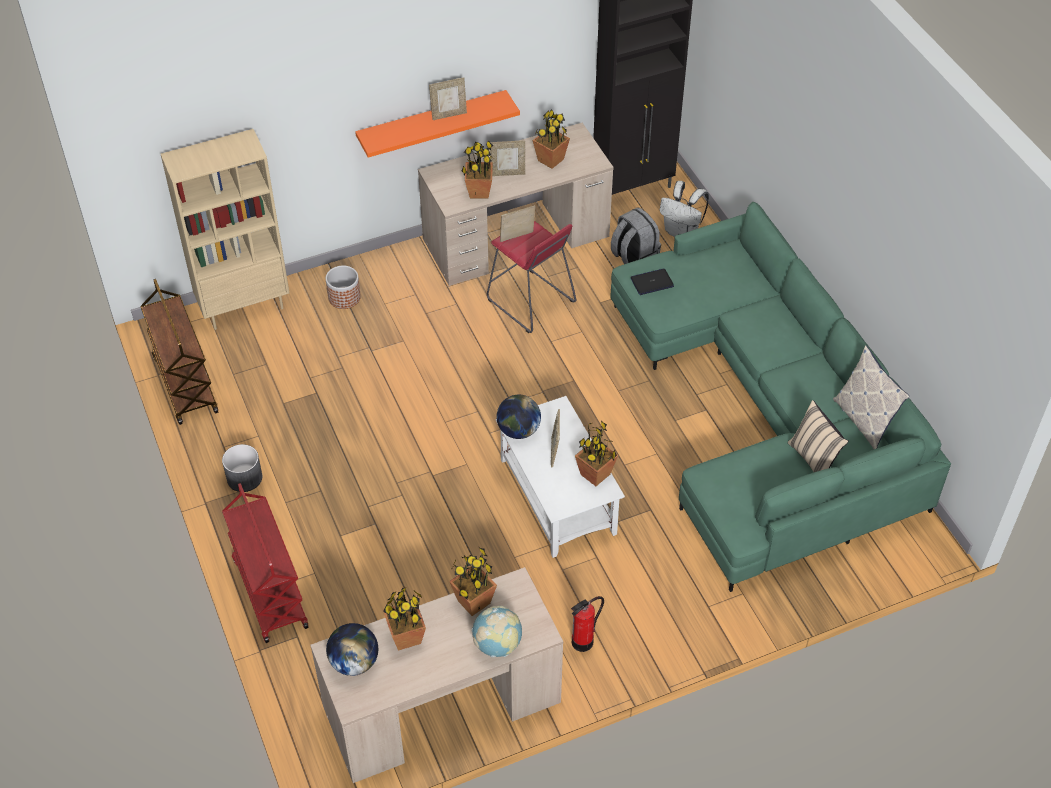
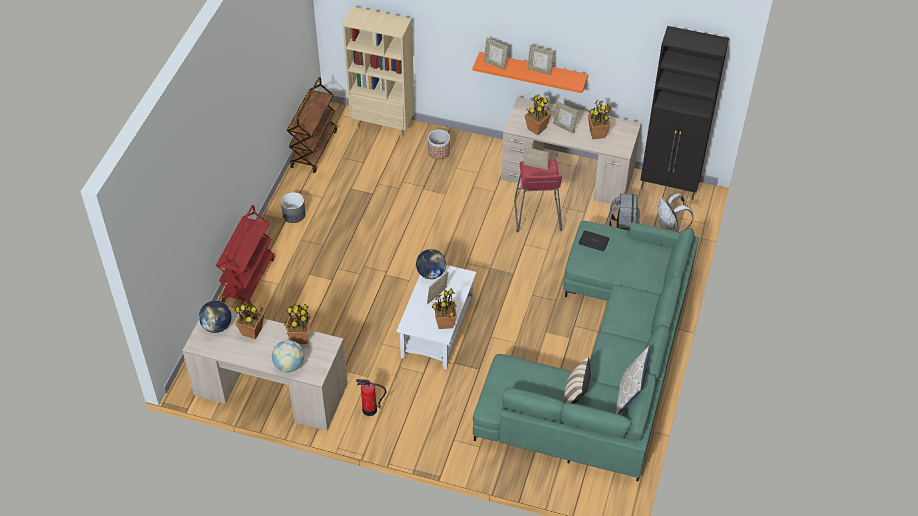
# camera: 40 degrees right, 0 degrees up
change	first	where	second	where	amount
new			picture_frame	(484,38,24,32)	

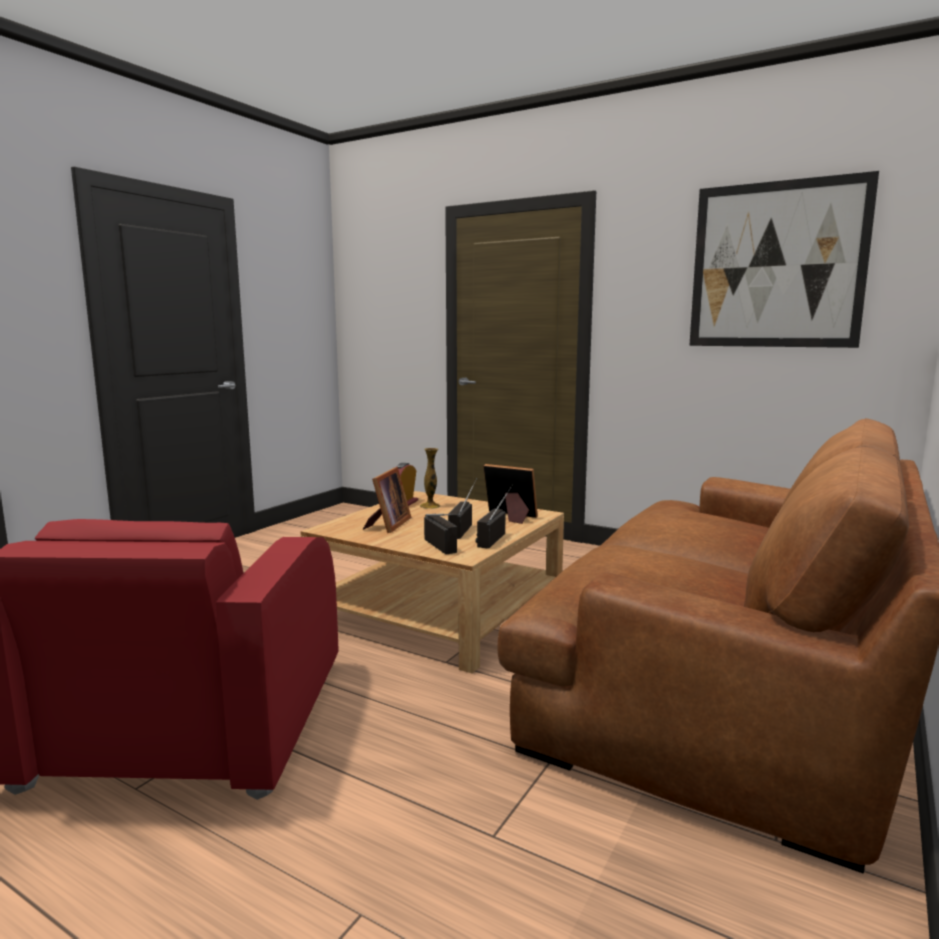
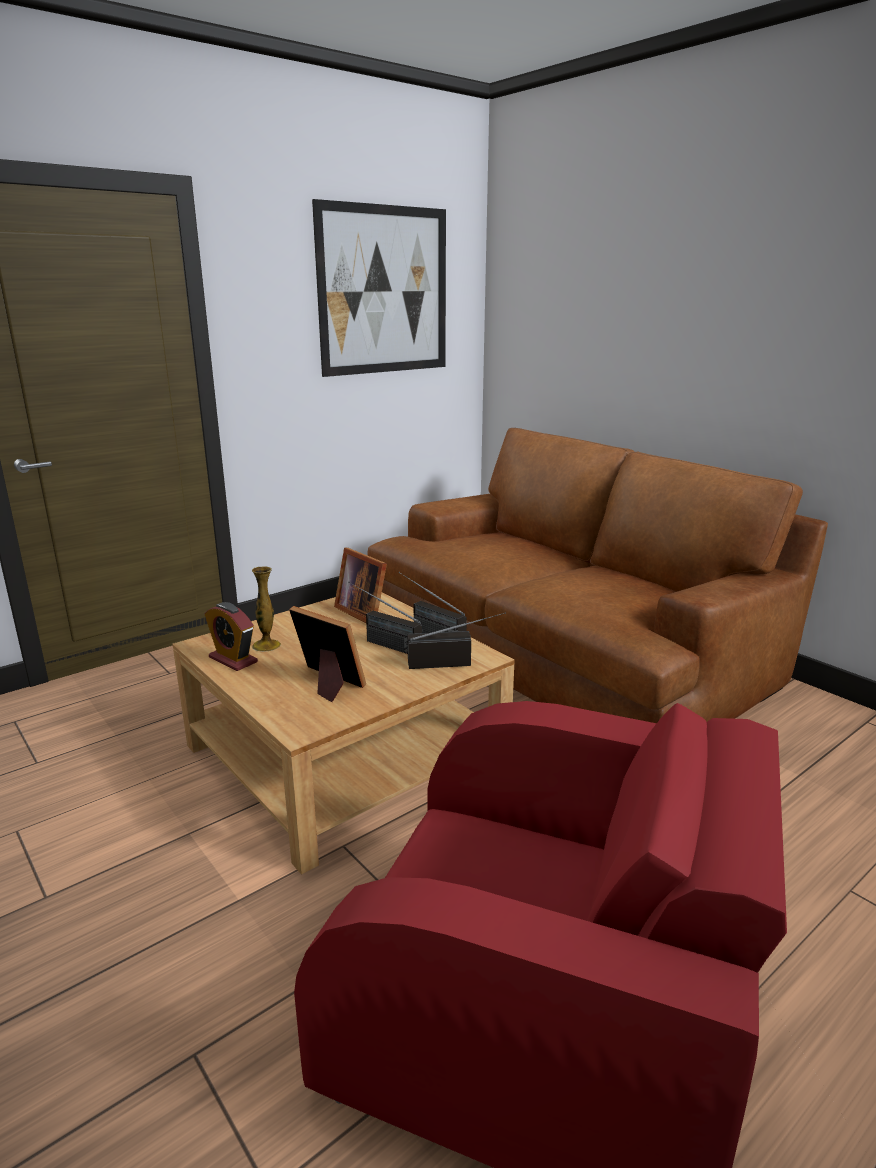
# camera: 70 degrees left, 10 degrees up
change	first	where	second	where	amount
rotated	picture_frame	(484,464,54,60)		(334,548,53,75)	90 degrees counterclockwise

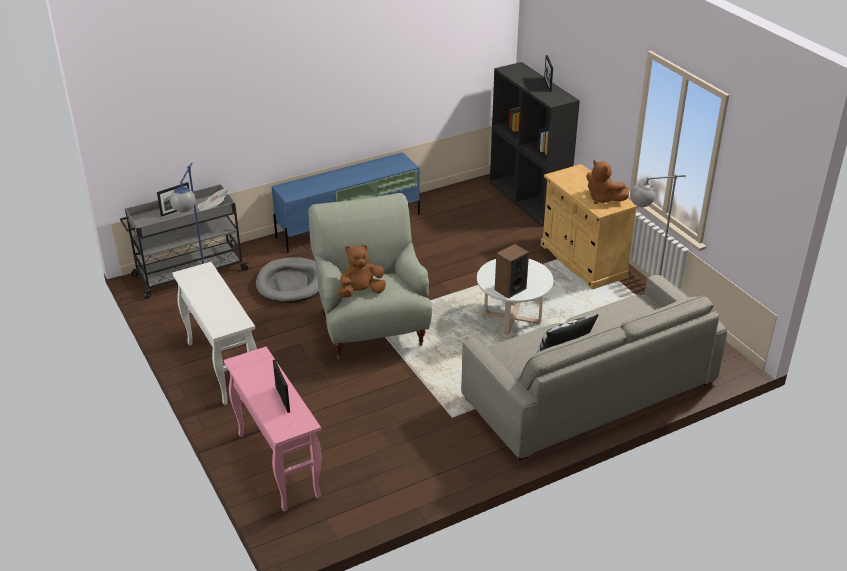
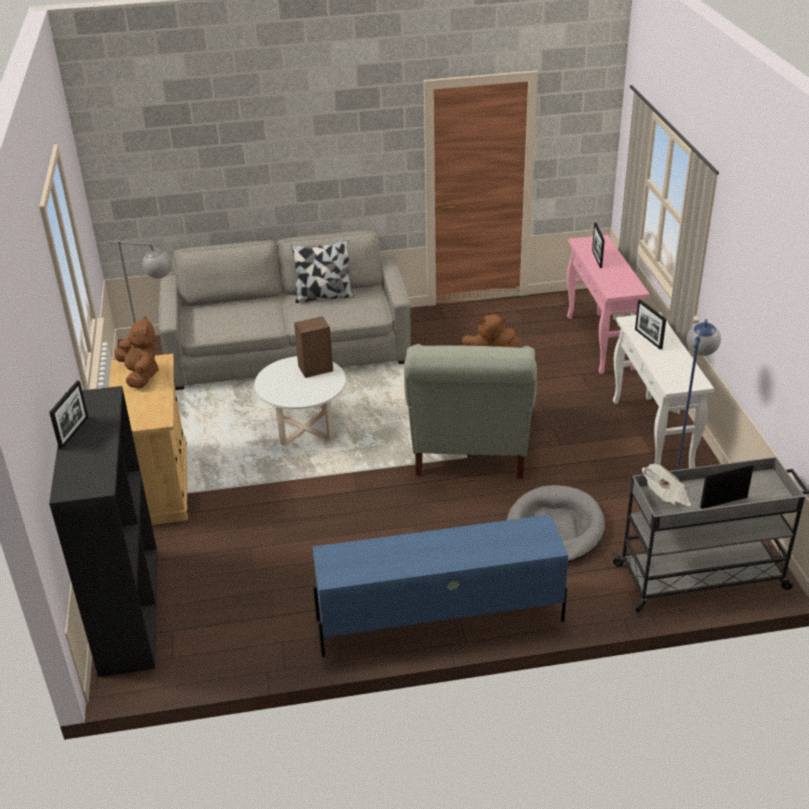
# camera: 160 degrees left, 0 degrees up
change	first	where	second	where	amount
new			picture_frame	(635,299,31,51)	

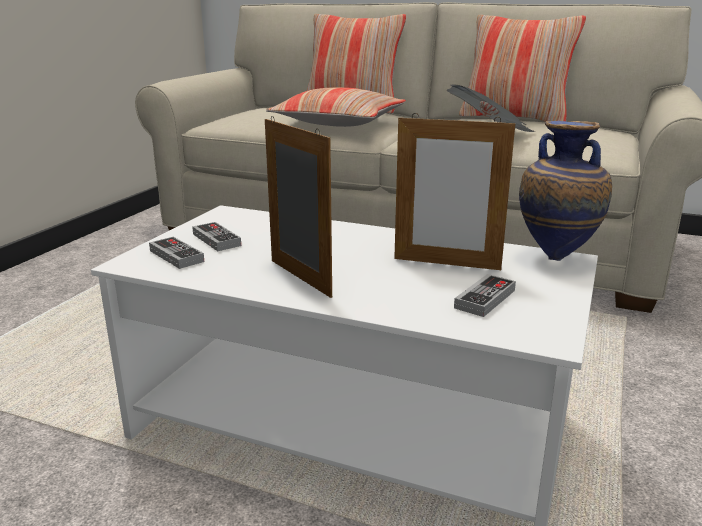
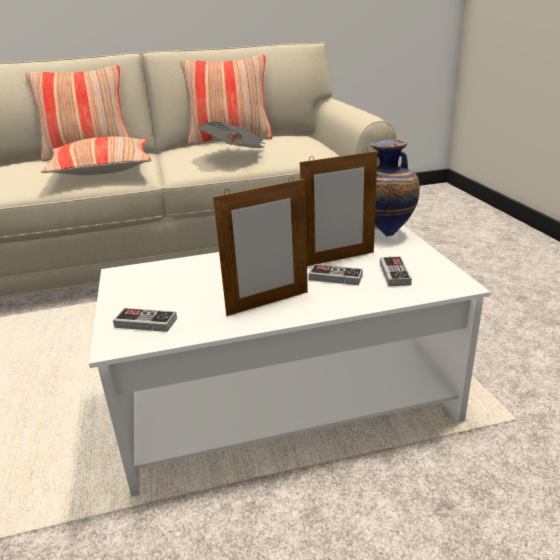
# camera: 35 degrees left, 5 degrees up
change	first	where	second	where	amount
shifted	joypad	(192,222,49,29)		(309,264,54,21)	
rotated	picture_frame	(265,116,67,182)		(213,177,95,139)	135 degrees clockwise

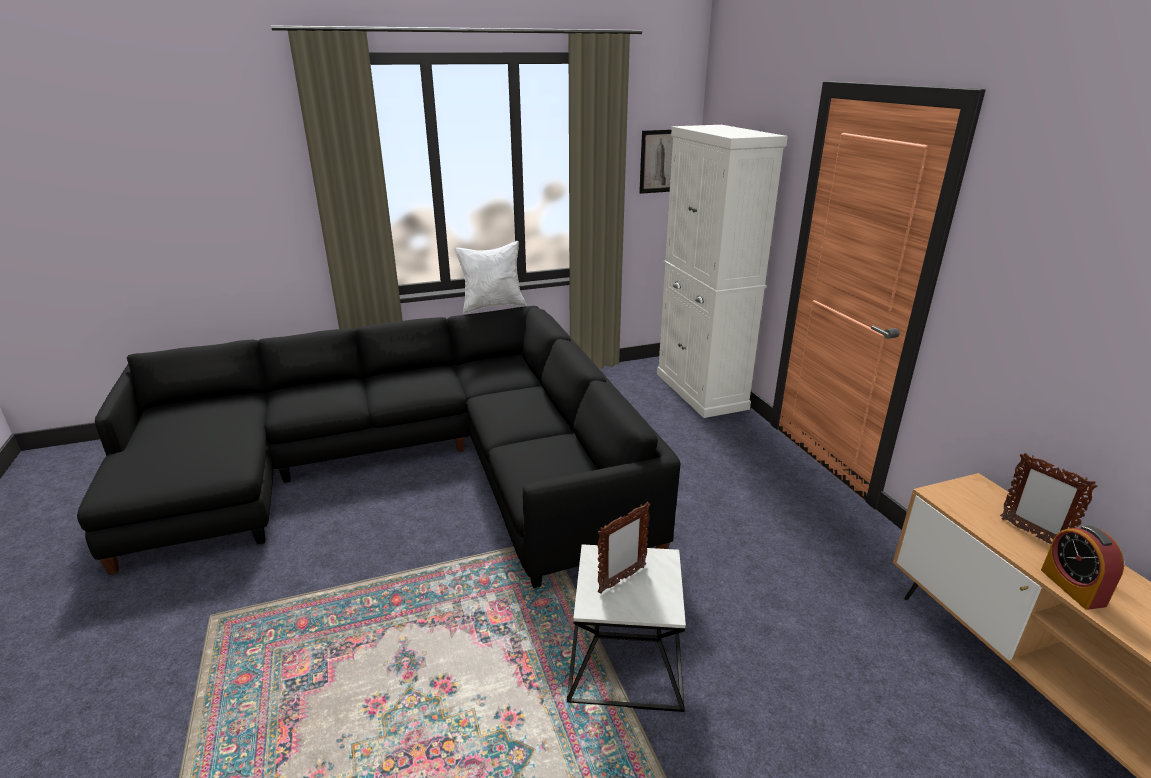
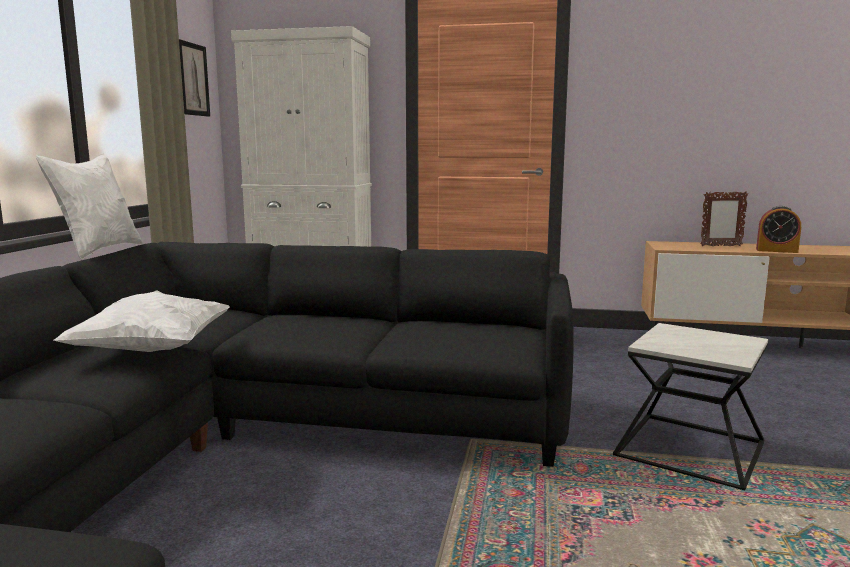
# camera: 60 degrees left, 15 degrees down
change	first	where	second	where	amount
gone	picture_frame	(597,502,53,92)			
new			whitish_throw_pillow	(54,290,175,62)	

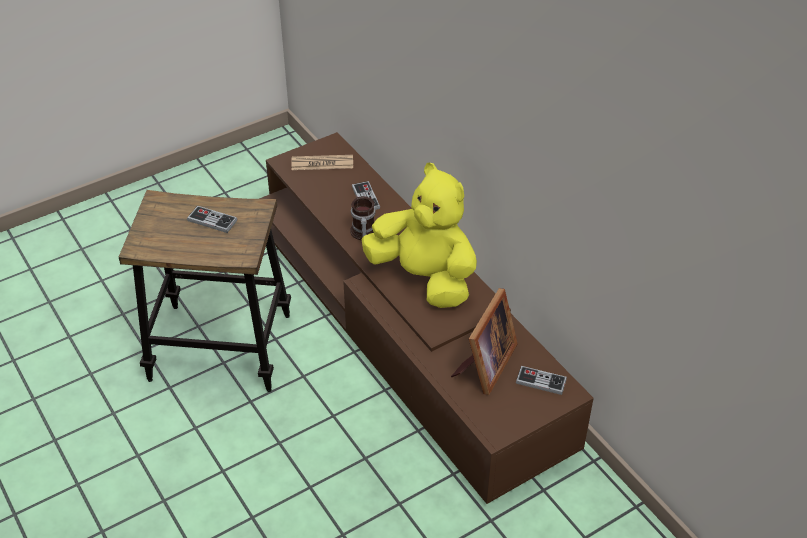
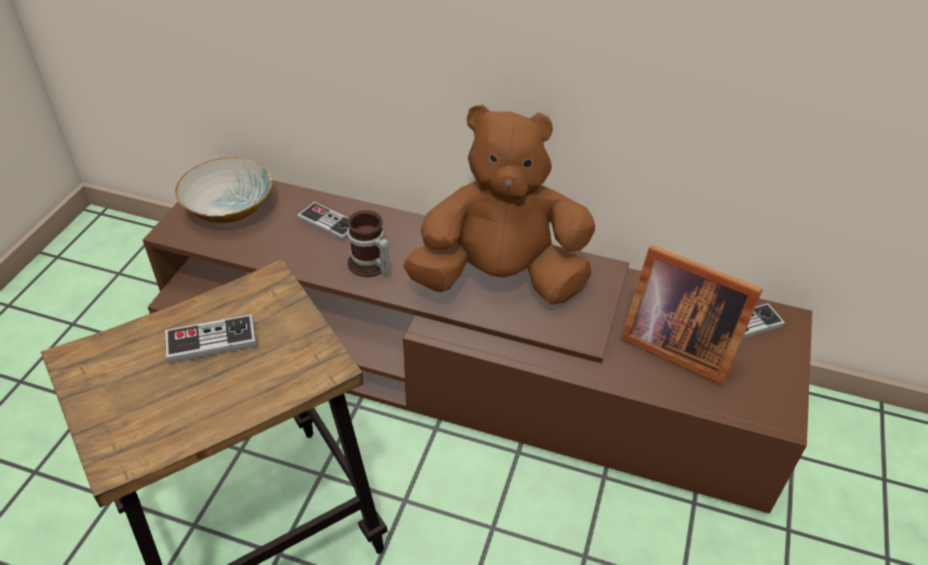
# camera: 40 degrees left, 0 degrees up
change	first	where	second	where	amount
swapped	printed_paper	(291,155,62,15)	serving_bowl	(175,158,97,65)	
repainted	yellow-coloured_cuddly_toy	(361,163,116,145)	brown_cuddly_toy	(404,104,191,201)	
rotated	picture_frame	(451,288,67,107)		(620,244,143,141)	135 degrees clockwise

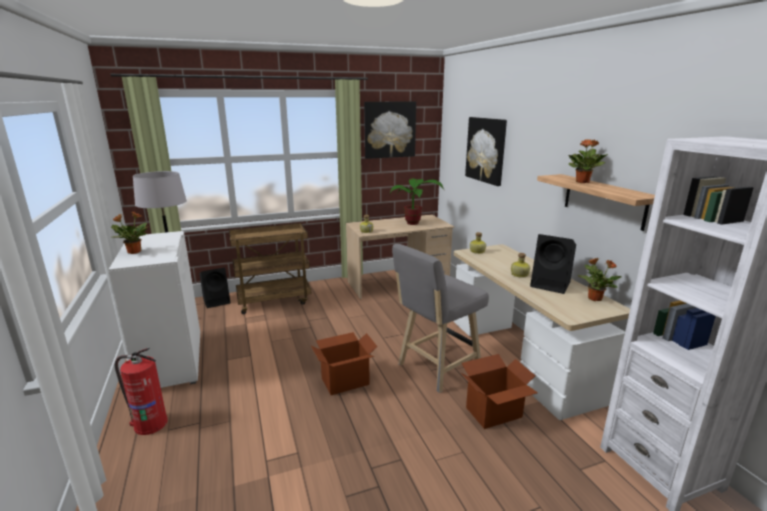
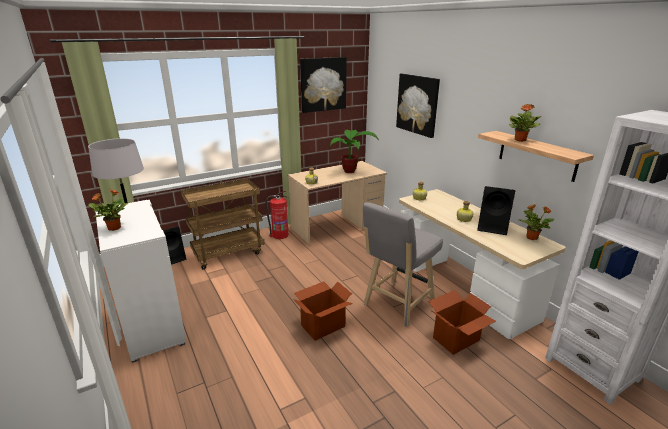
# camera: 10 degrees left, 5 degrees up
change	first	where	second	where	amount
shifted	fire_extinguisher	(115,348,52,87)		(266,190,23,49)	

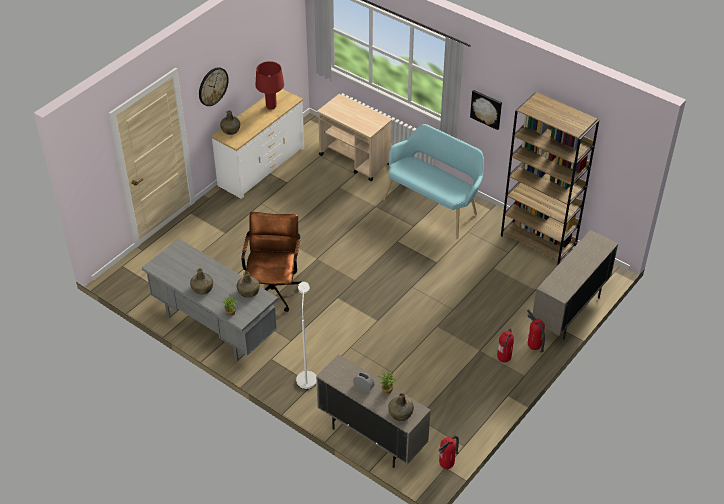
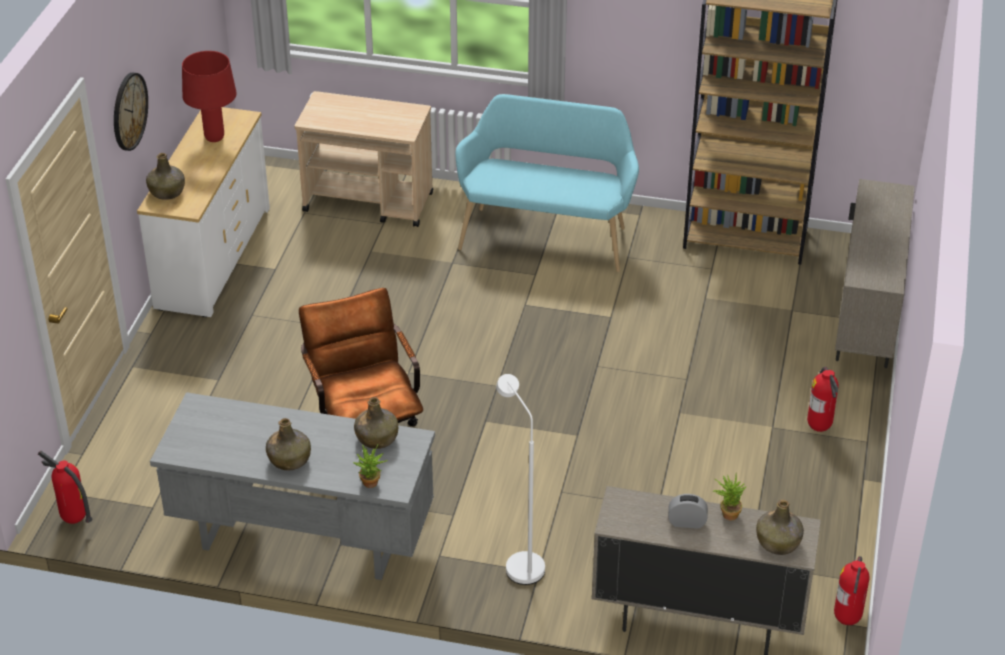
# camera: 25 degrees left, 5 degrees down
change	first	where	second	where	amount
gone	picture	(470,90,32,40)			
shifted	fire_extinguisher	(527,310,18,43)		(38,451,55,73)	

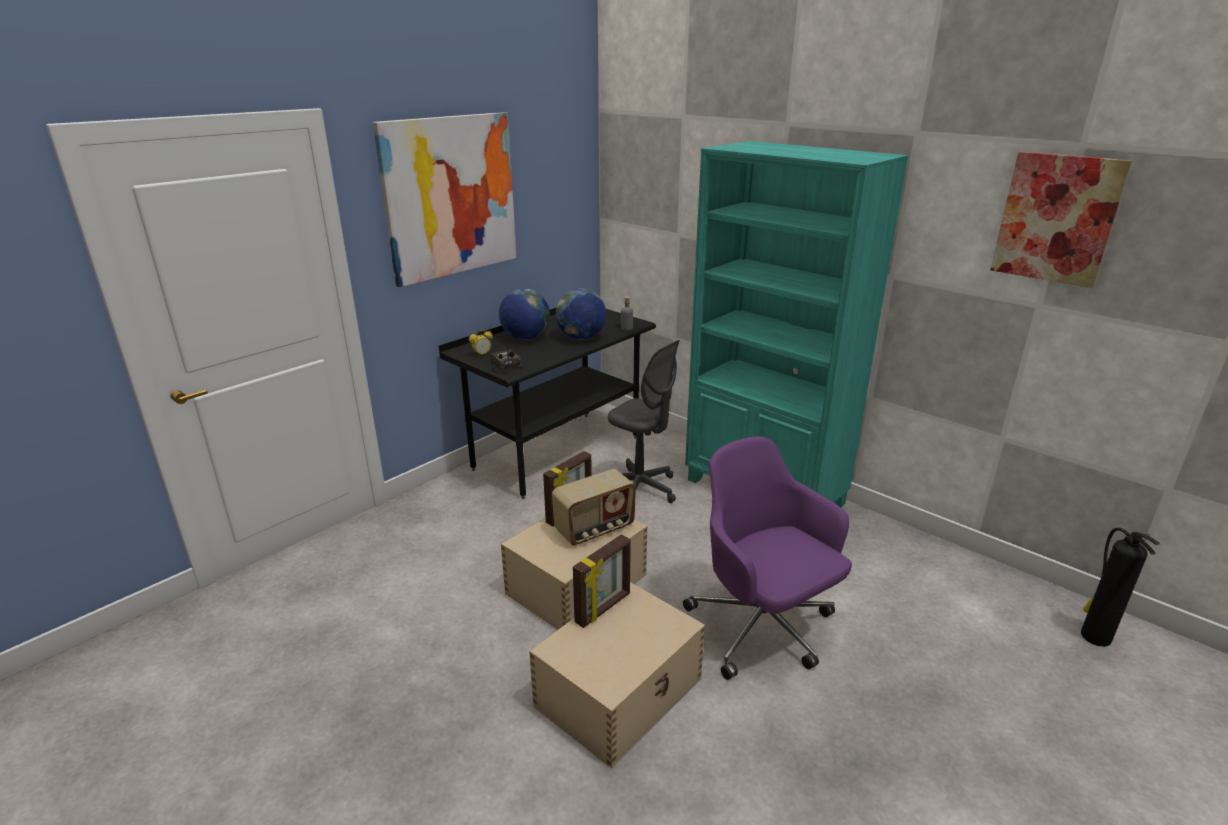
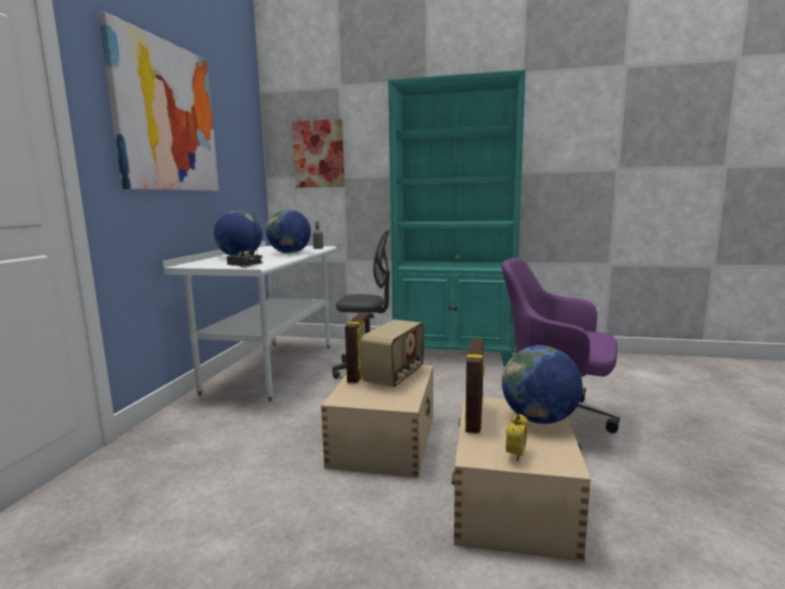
# camera: 30 degrees left, 15 degrees down
change	first	where	second	where	amount
gone	fire_extinguisher	(1081,527,79,120)			
new			world_globe	(502,346,81,78)	
shifted	table_clock	(469,330,24,27)		(506,414,22,47)	
shifted	picture	(990,152,142,136)		(292,119,53,69)	
repainted	black-coloured_desk_table	(439,308,217,191)	whitish_desk_table	(163,241,174,160)	

